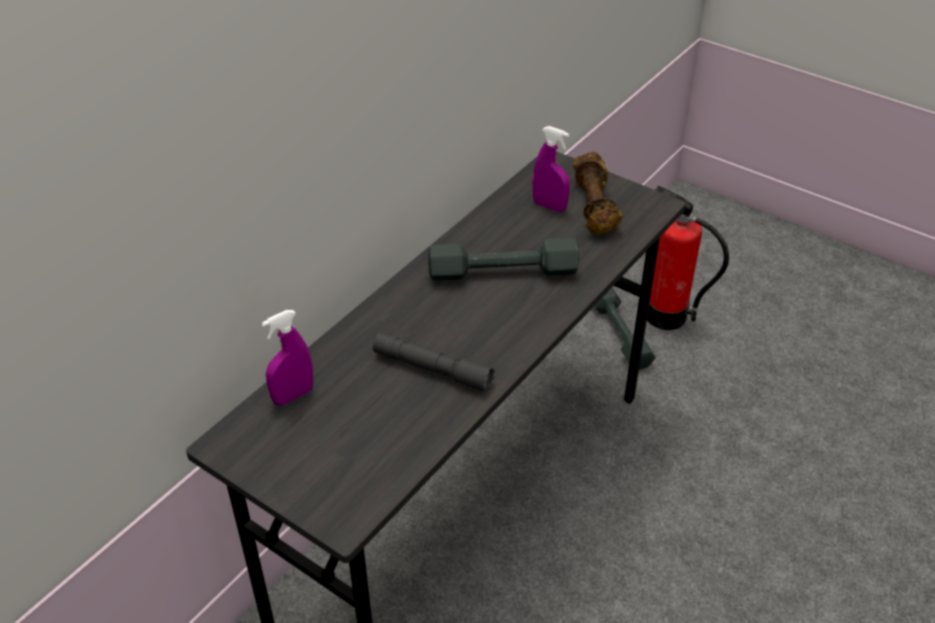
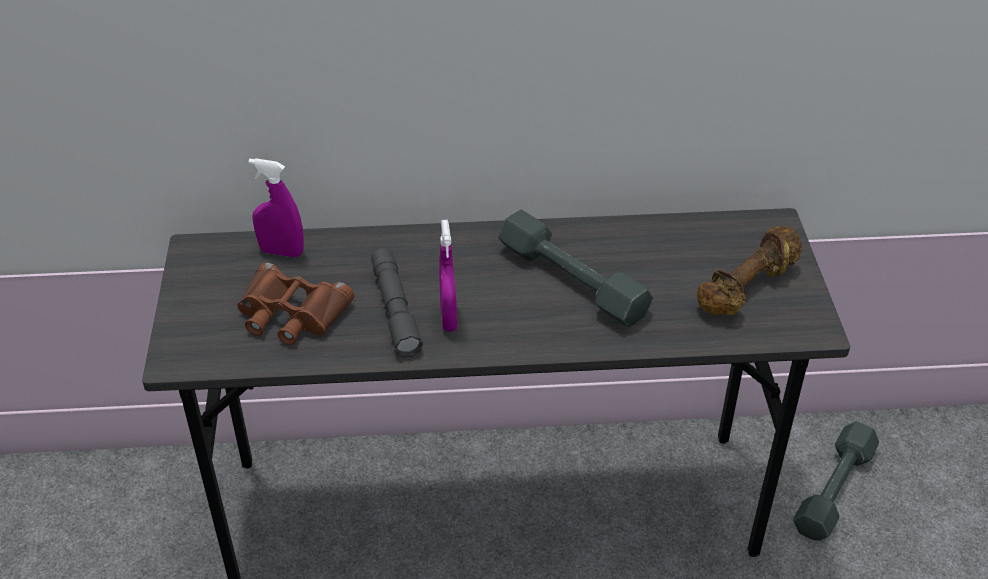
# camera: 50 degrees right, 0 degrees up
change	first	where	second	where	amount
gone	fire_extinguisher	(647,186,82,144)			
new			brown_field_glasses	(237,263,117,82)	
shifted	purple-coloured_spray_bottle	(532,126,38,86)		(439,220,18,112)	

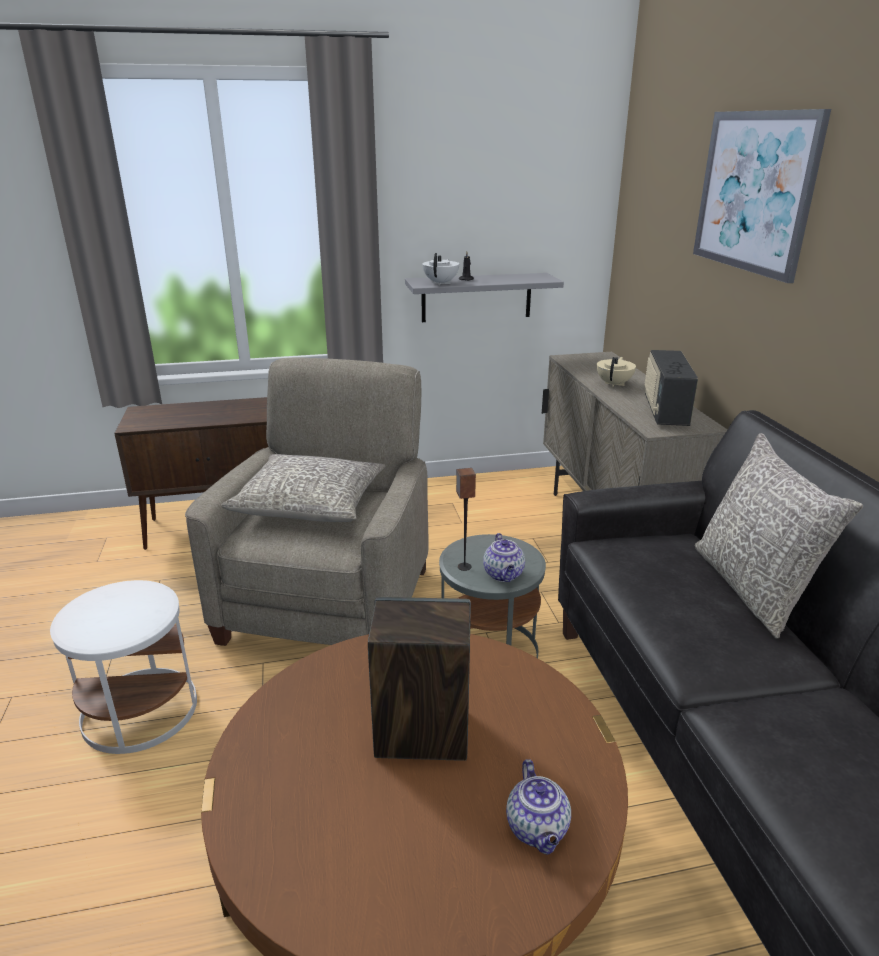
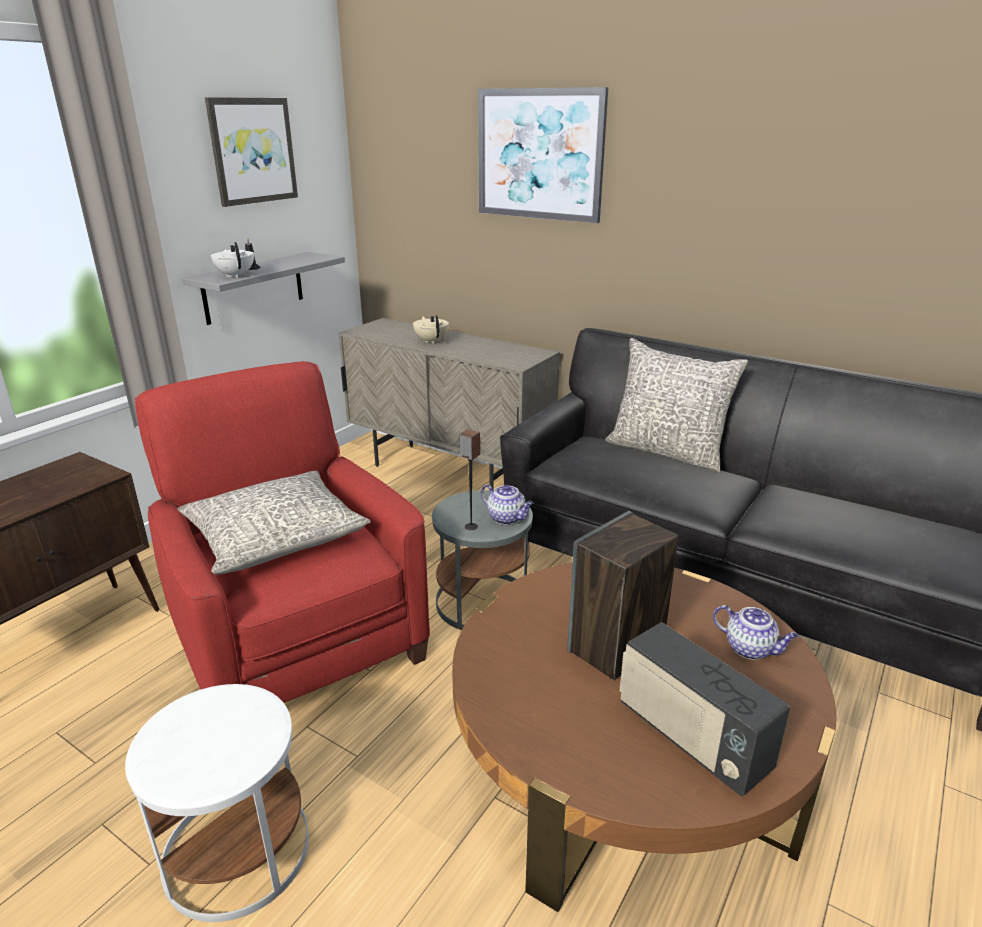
# camera: 45 degrees left, 0 degrees up
change	first	where	second	where	amount
new			picture	(205,97,93,110)	
shifted	radio_set	(644,350,54,76)		(619,622,171,174)	
repainted	beige-coloured_armchair	(185,358,243,288)	red-coloured_armchair	(135,361,295,342)	

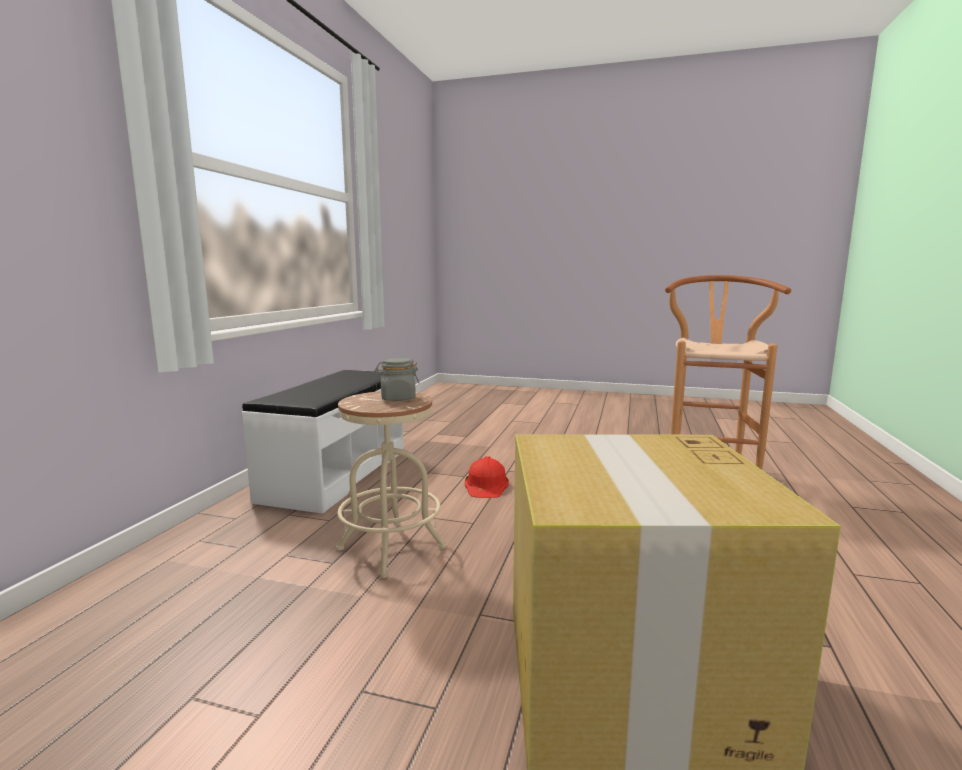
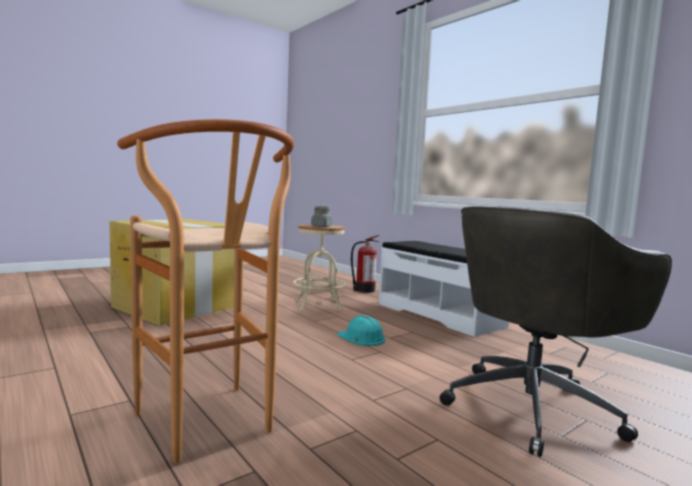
# camera: 125 degrees right, 5 degrees down
change	first	where	second	where	amount
new			fire_extinguisher	(351,235,28,58)	
new			gray_computer_chair	(440,206,232,251)	
repainted	red-coloured_work_helmet	(465,456,44,42)	turquoise-coloured_work_helmet	(337,315,48,31)	

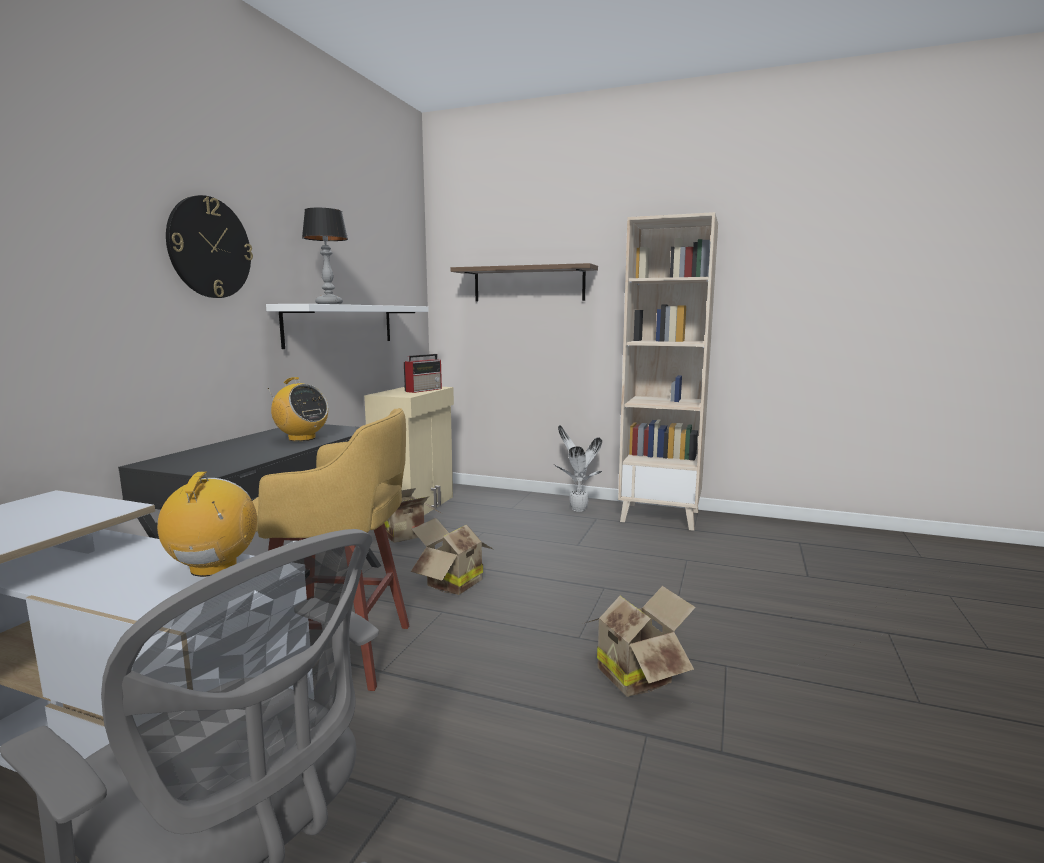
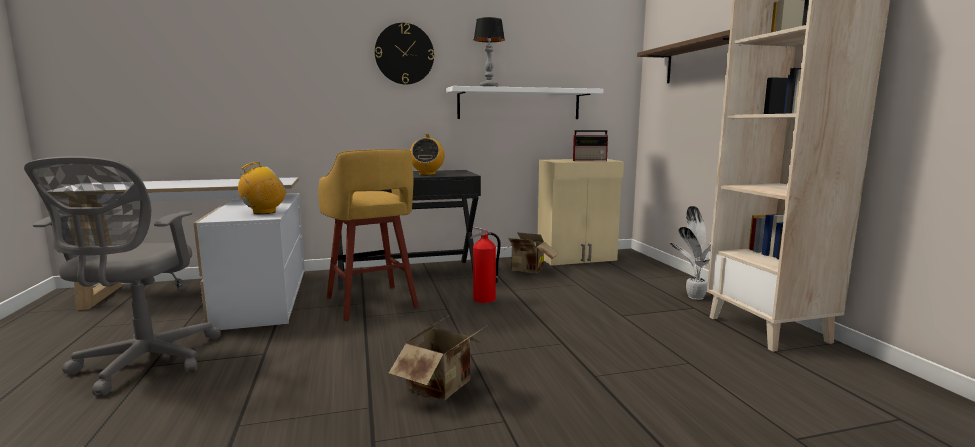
# camera: 55 degrees right, 0 degrees up
change	first	where	second	where	amount
swapped	packing_box	(411,518,82,77)	fire_extinguisher	(470,226,31,77)	

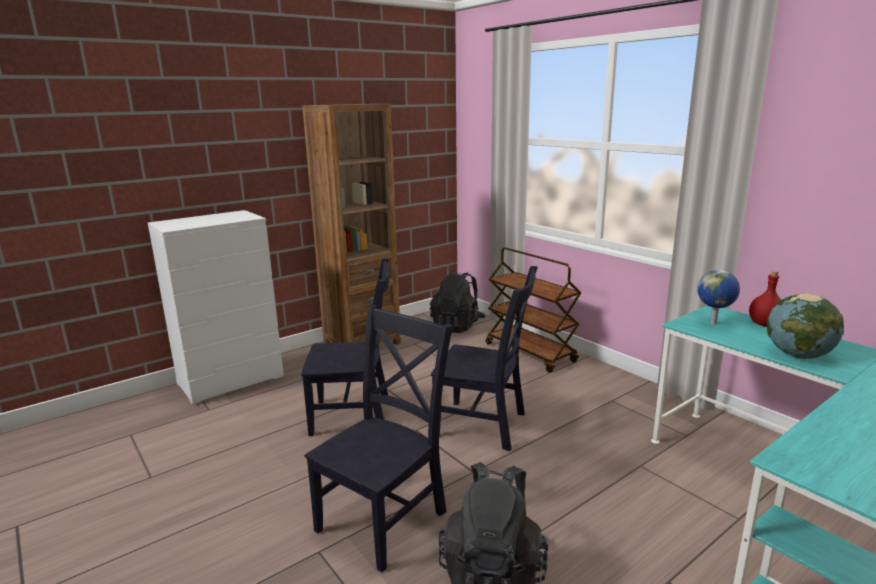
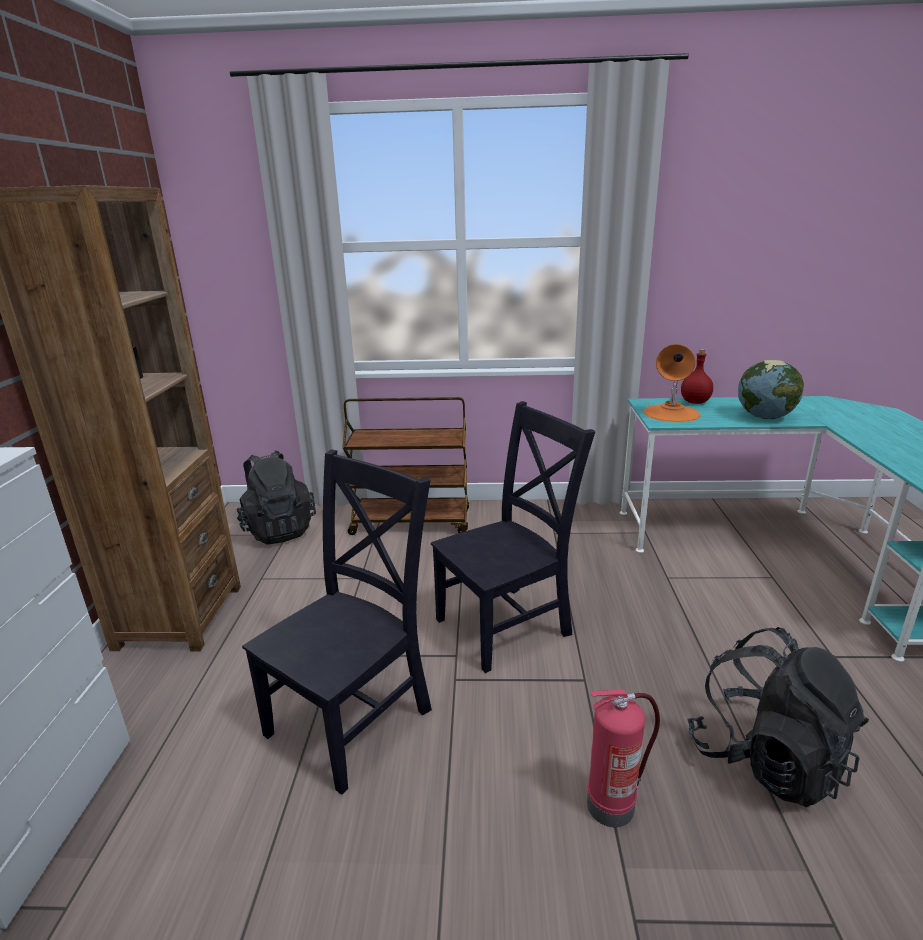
# camera: 50 degrees left, 5 degrees up
change	first	where	second	where	amount
swapped	black-coloured_plain_chair	(304,304,149,268)	fire_extinguisher	(587,690,73,137)	
swapped	world_globe	(697,270,43,55)	orangey_lamp_for_a_table	(643,344,58,78)	

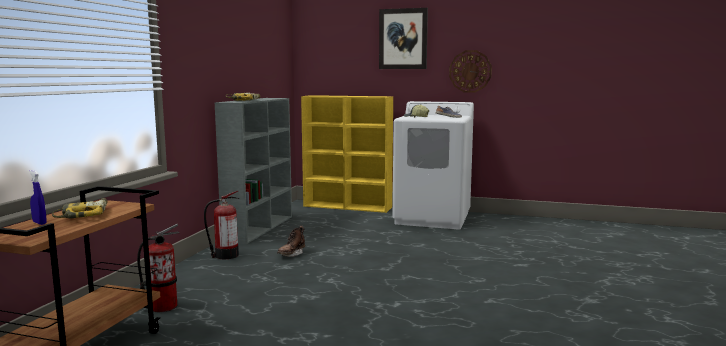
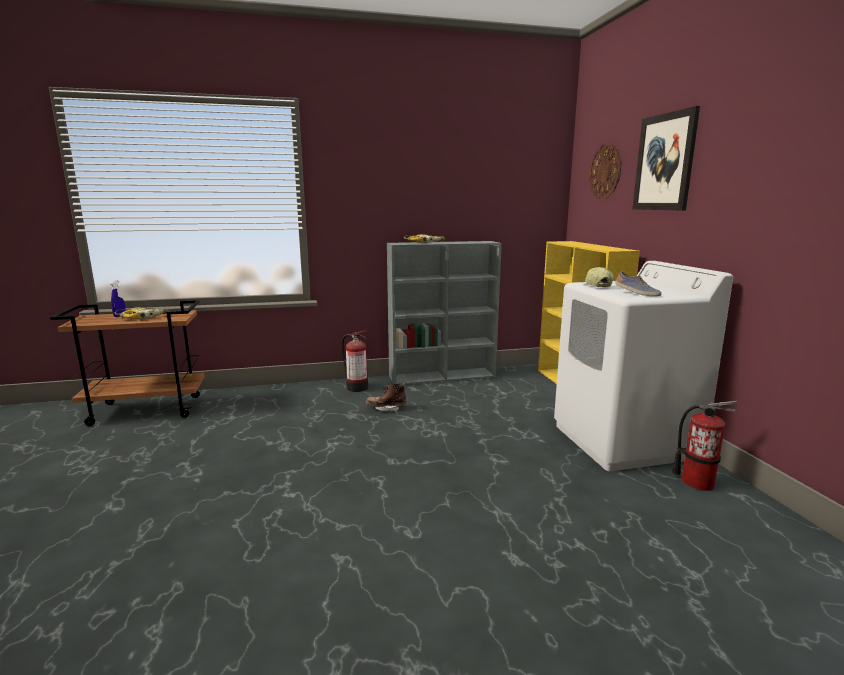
# camera: 60 degrees right, 5 degrees up
change	first	where	second	where	amount
shifted	fire_extinguisher	(137,224,42,88)		(672,401,65,90)	
shifted	hanging_clock	(449,50,43,43)		(589,142,33,57)	

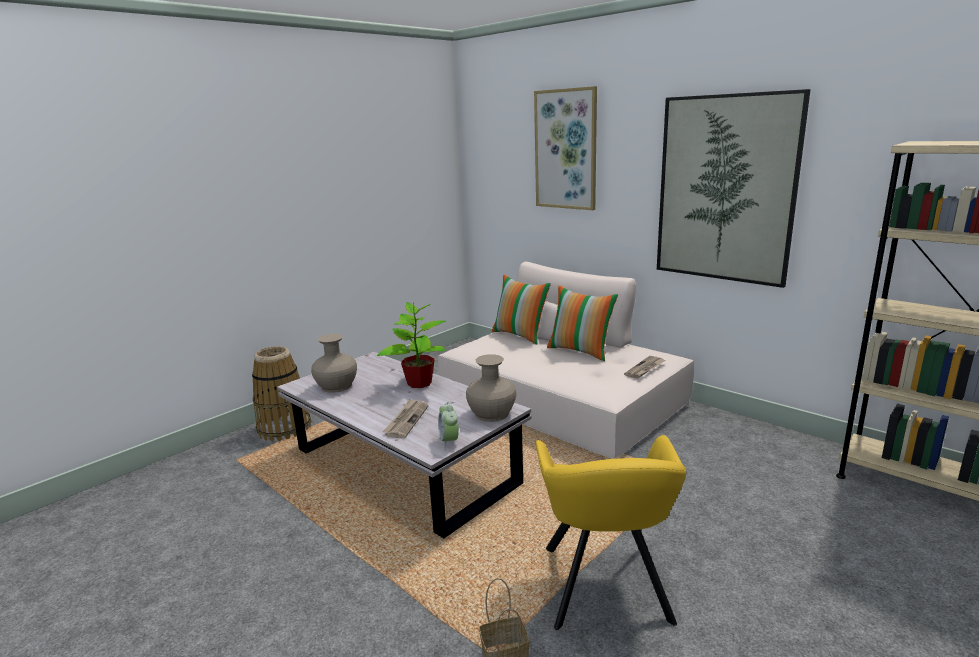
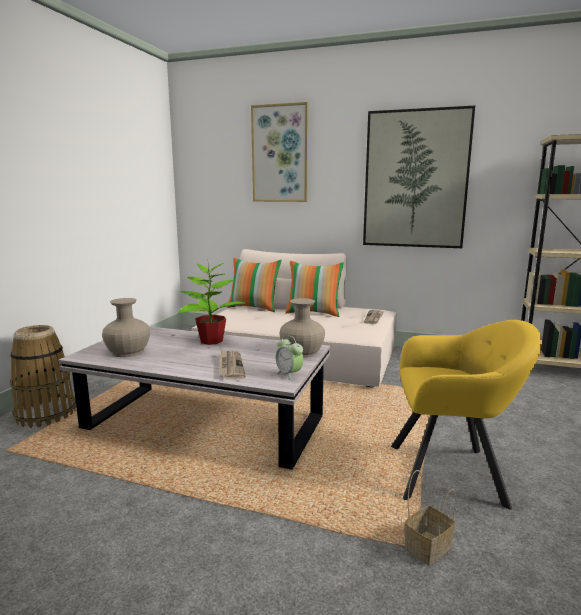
# camera: 25 degrees left, 5 degrees down
change	first	where	second	where	amount
rotated	yellow-coloured_armchair	(536,435,150,195)		(391,320,151,190)	60 degrees counterclockwise

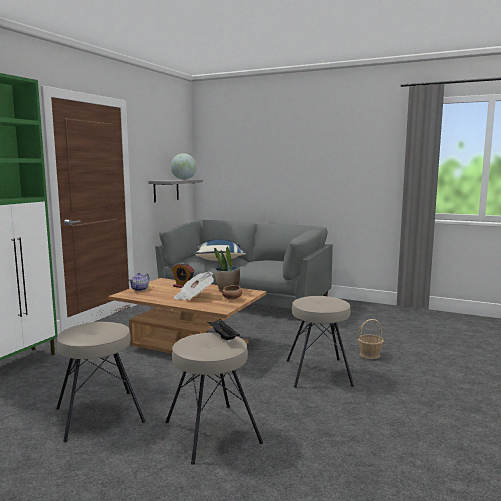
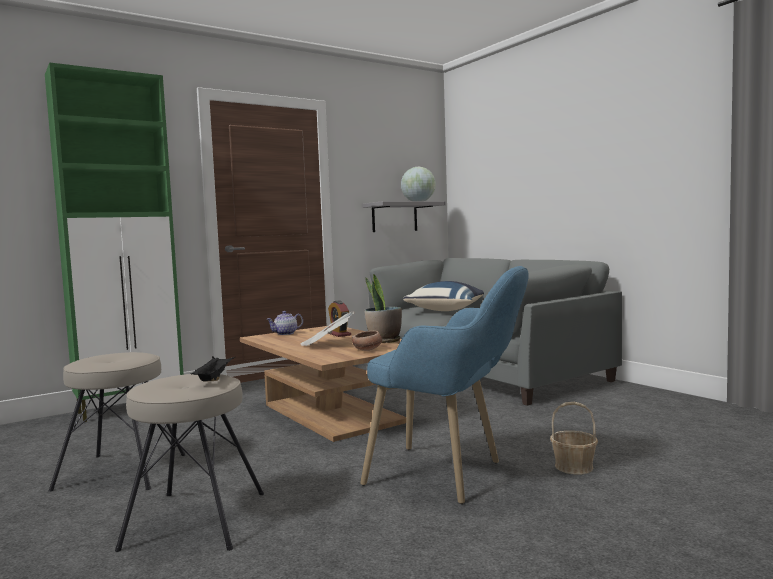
# camera: 30 degrees right, 5 degrees down
change	first	where	second	where	amount
swapped	beige-coloured_sitting_stool	(287,296,67,92)	bluish_armchair	(360,266,169,238)	

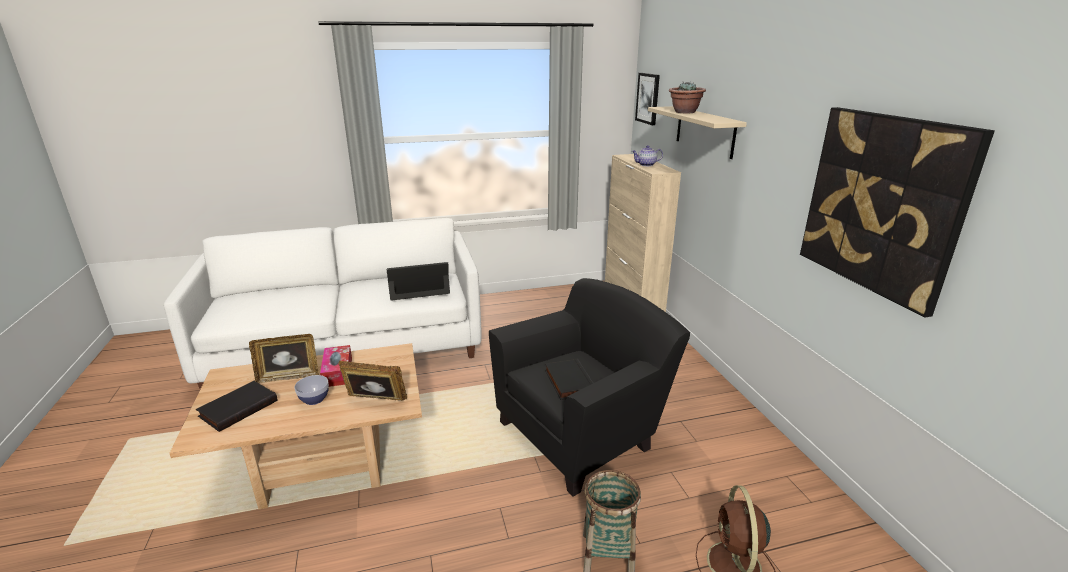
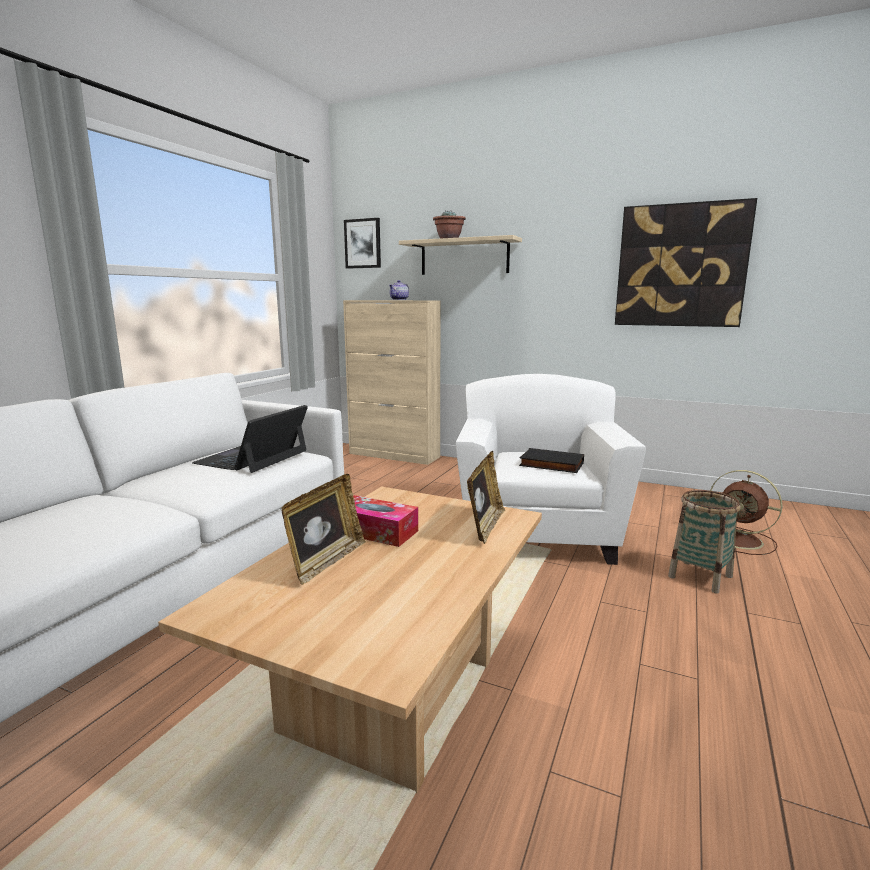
# camera: 50 degrees left, 10 degrees down
change	first	where	second	where	amount
gone	black-coloured_volume	(196,381,81,51)			
gone	serving_bowl	(294,375,35,30)			
repainted	black-coloured_armchair	(489,278,201,219)	whitish_armchair	(456,374,190,191)	
rotated	picture_frame	(339,361,68,40)		(467,451,38,93)	150 degrees clockwise

